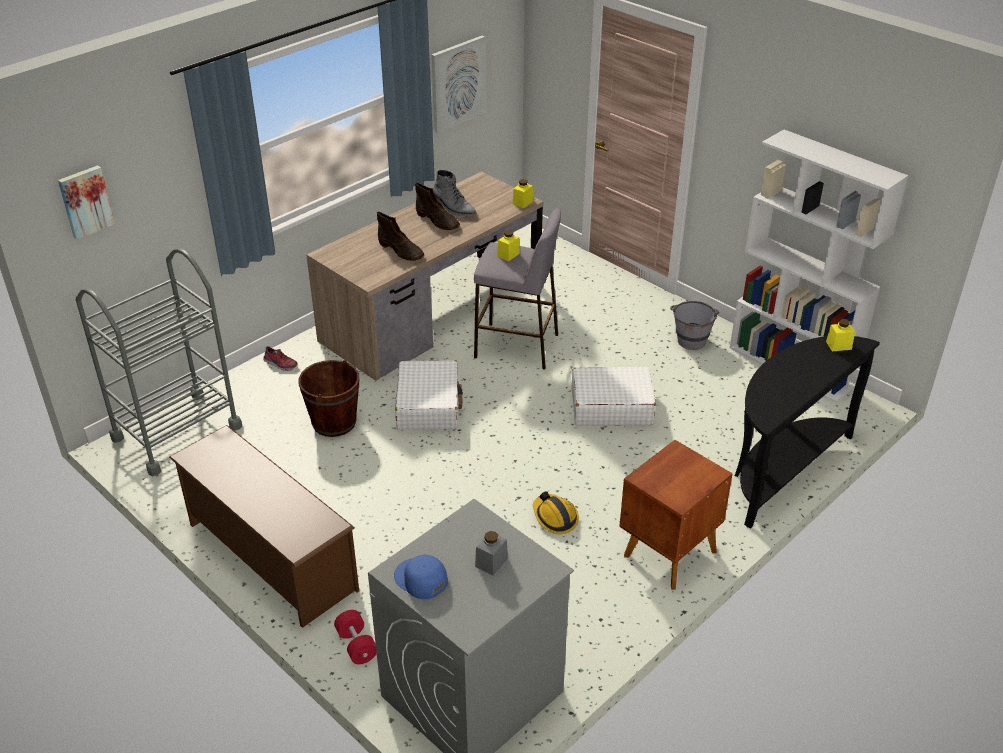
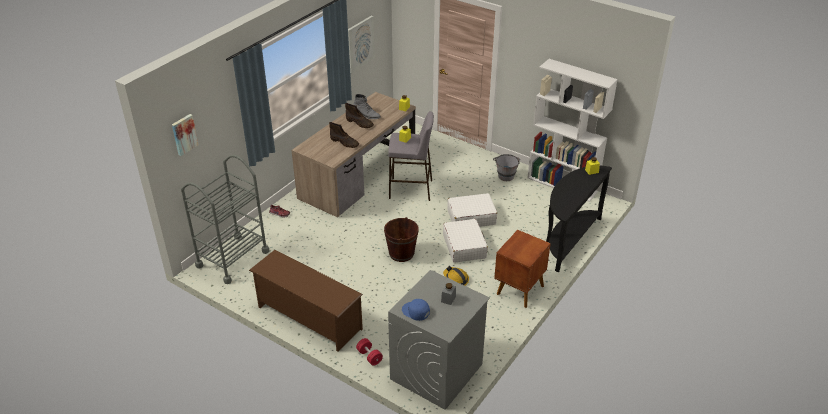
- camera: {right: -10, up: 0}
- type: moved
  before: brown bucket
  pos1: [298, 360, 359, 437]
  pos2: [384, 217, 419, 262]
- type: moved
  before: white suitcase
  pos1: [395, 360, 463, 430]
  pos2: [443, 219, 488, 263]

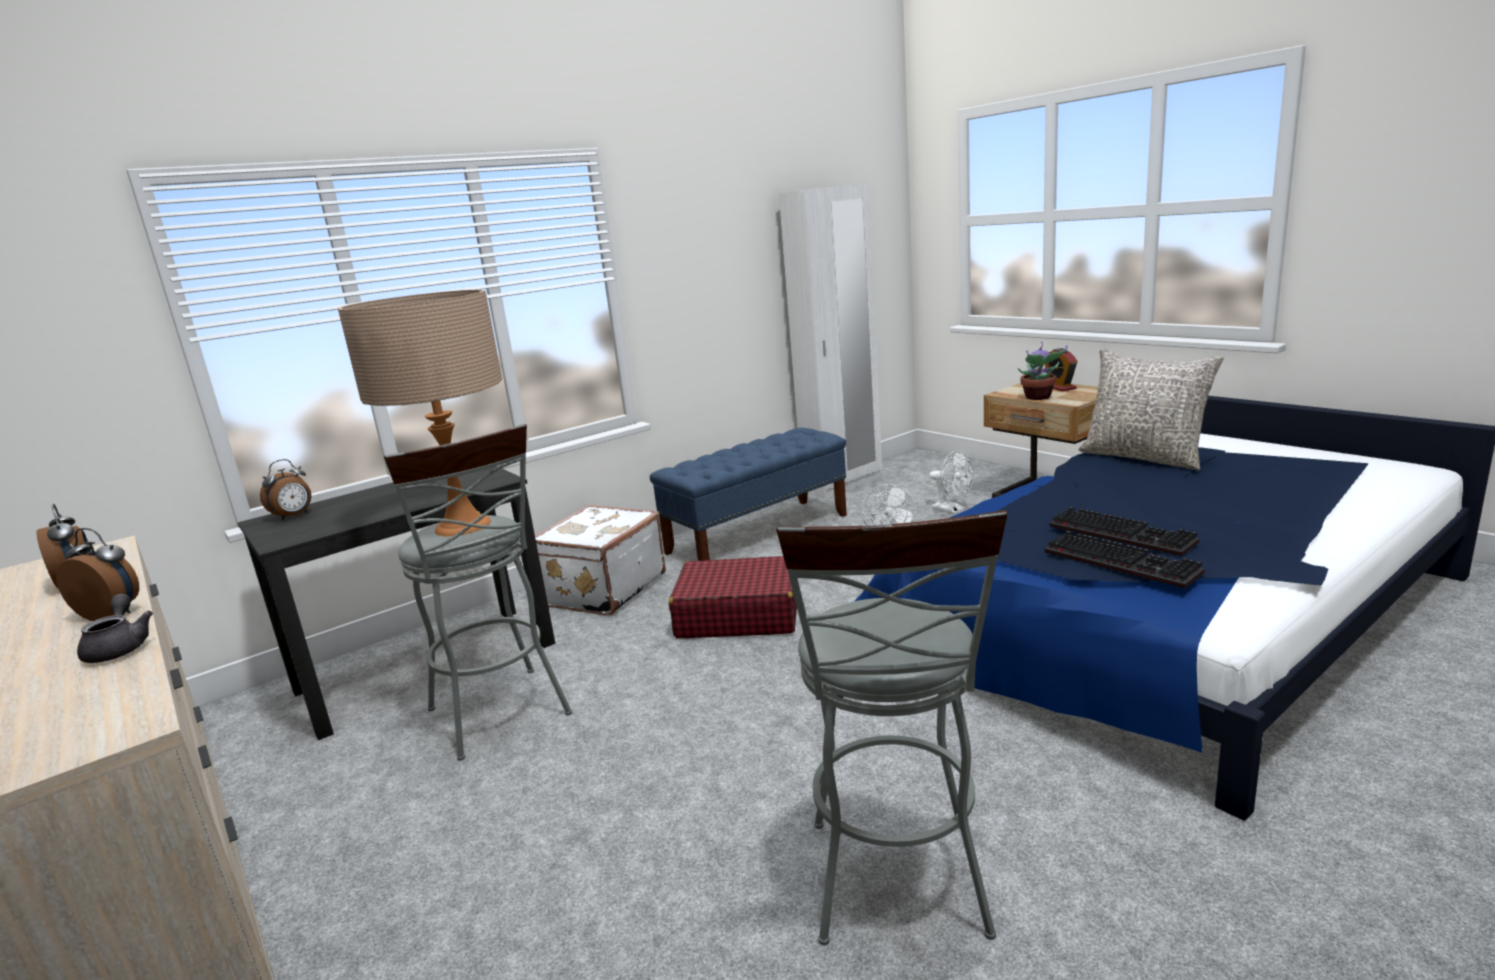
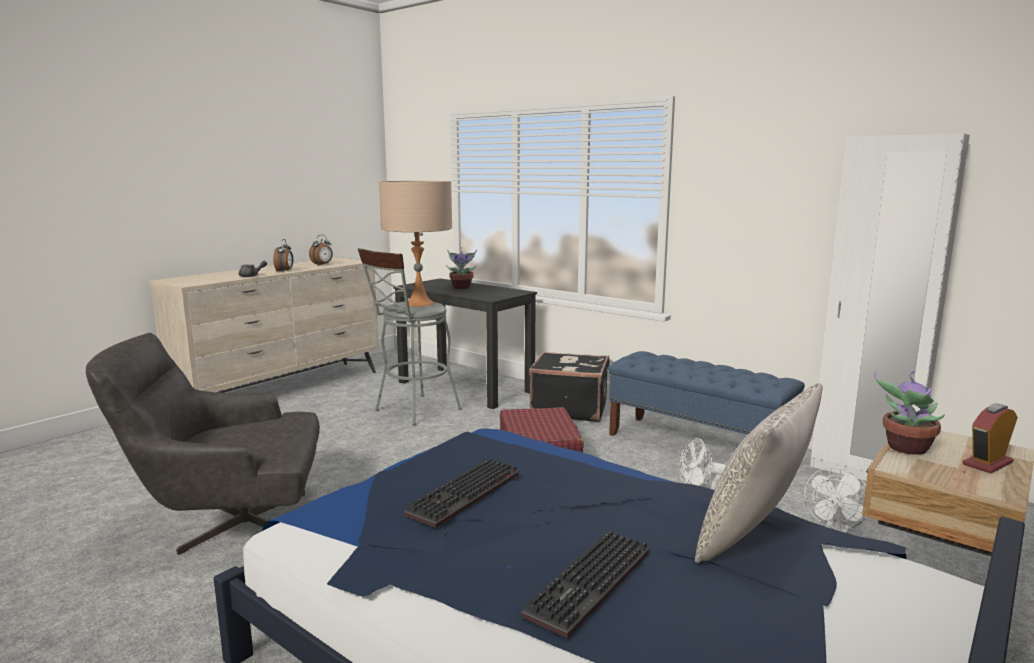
- camera: {right: 75, up: -5}
- type: removed
  before: alarm clock
  pos1: [260, 459, 312, 520]
- type: added
  after: potted plant
  pos2: [446, 247, 477, 289]
- type: moved
  before: keyboard
  pos1: [1045, 531, 1205, 589]
  pos2: [521, 530, 649, 639]
- type: replaced
  before: grey stool
  after: grey armchair
  pos1: [776, 510, 1008, 945]
  pos2: [86, 333, 320, 555]
- type: recoloured
  before: white suitcase
  after: black suitcase
  pos1: [535, 505, 666, 615]
  pos2: [529, 351, 609, 422]

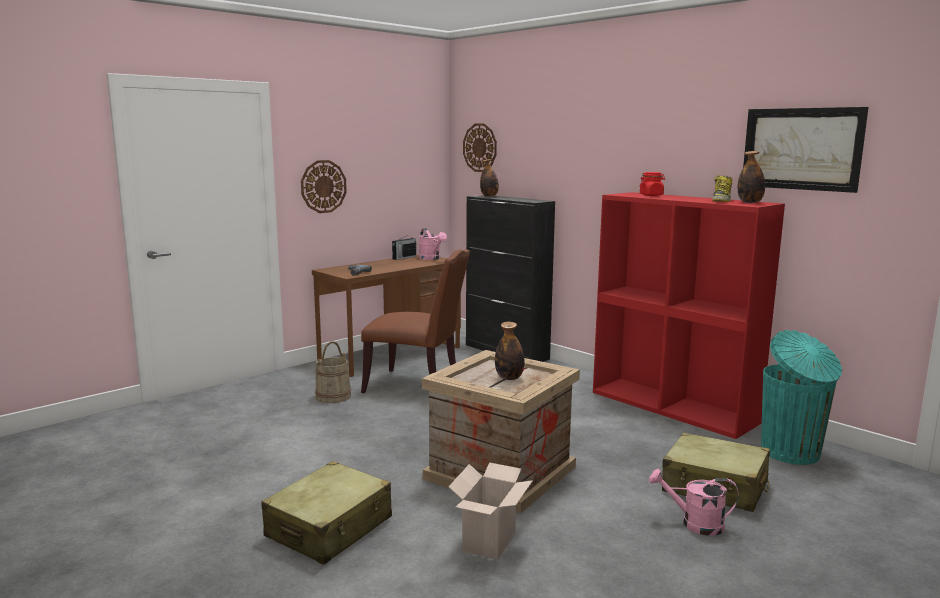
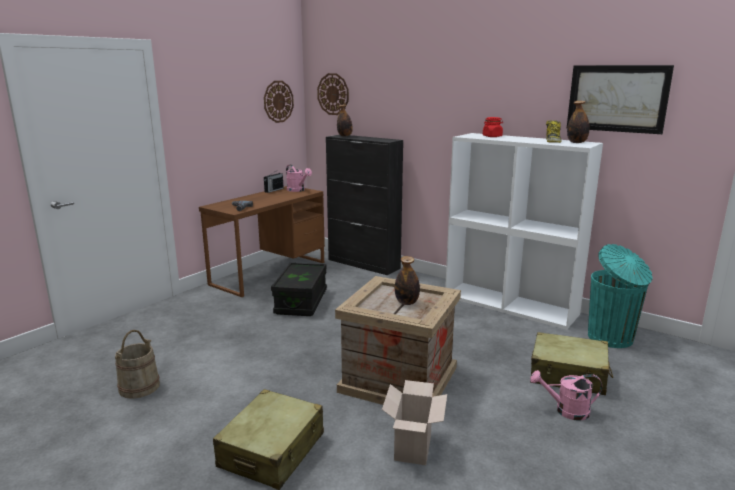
- camera: {right: -10, up: 5}
- type: moved
  before: wall clock
  pos1: [301, 160, 347, 213]
  pos2: [264, 81, 294, 123]
- type: moved
  before: beige bucket
  pos1: [315, 341, 351, 403]
  pos2: [115, 330, 160, 399]
- type: replaced
  before: brown chair
  after: black storage box
  pos1: [361, 249, 470, 393]
  pos2: [271, 262, 327, 316]
- type: recoloured
  before: red bookcase
  after: white bookcase
  pos1: [593, 192, 785, 439]
  pos2: [445, 133, 603, 330]

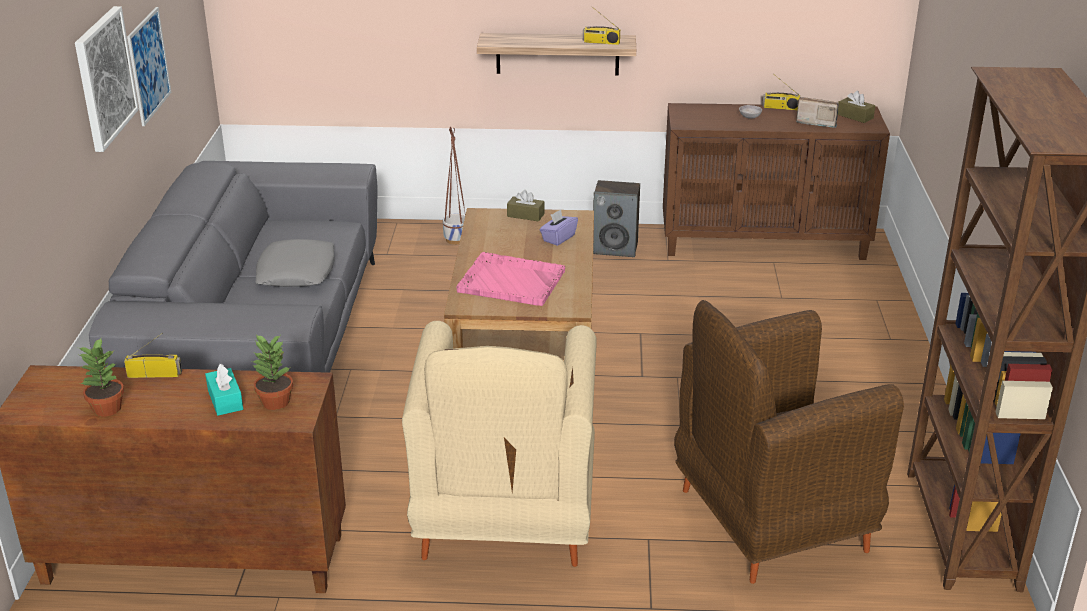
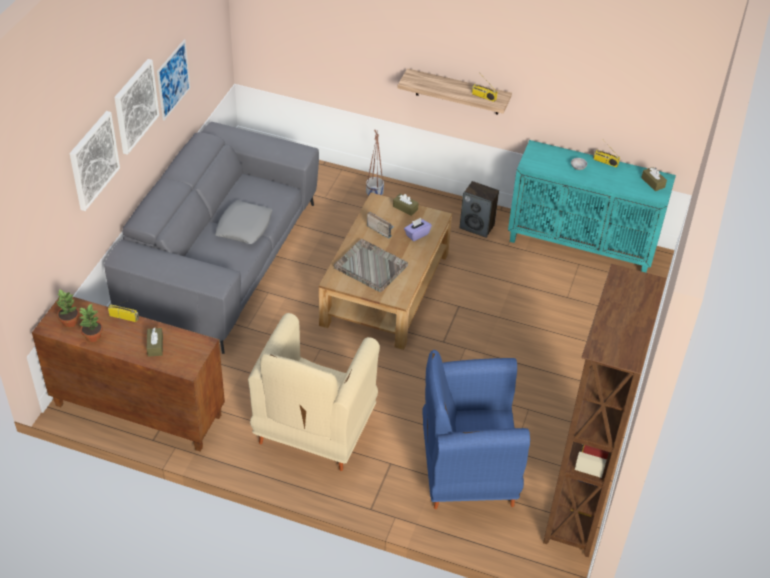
- camera: {right: 15, up: 15}
- type: added
  after: picture
  pos2: [70, 111, 120, 211]
- type: moved
  before: potted plant
  pos1: [252, 334, 293, 410]
  pos2: [57, 289, 79, 328]
- type: moved
  before: radio
  pos1: [796, 97, 839, 128]
  pos2: [367, 212, 394, 238]
- type: recoloured
  before: turquoise tissue box
  after: brown tissue box
  pos1: [205, 364, 243, 416]
  pos2: [147, 328, 163, 357]
- type: recoloured
  before: pink tray
  after: grey tray
  pos1: [456, 252, 565, 306]
  pos2: [334, 239, 408, 292]
- type: recoloured
  before: brown cabinet
  after: turquoise cabinet
  pos1: [663, 103, 890, 260]
  pos2: [508, 140, 676, 273]
- type: recoloured
  before: brown armchair
  after: blue armchair
  pos1: [674, 300, 904, 584]
  pos2: [422, 350, 530, 509]

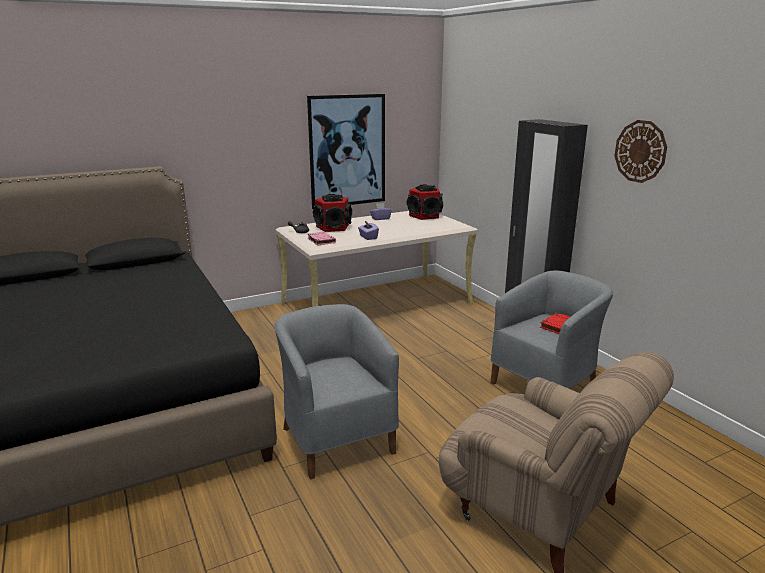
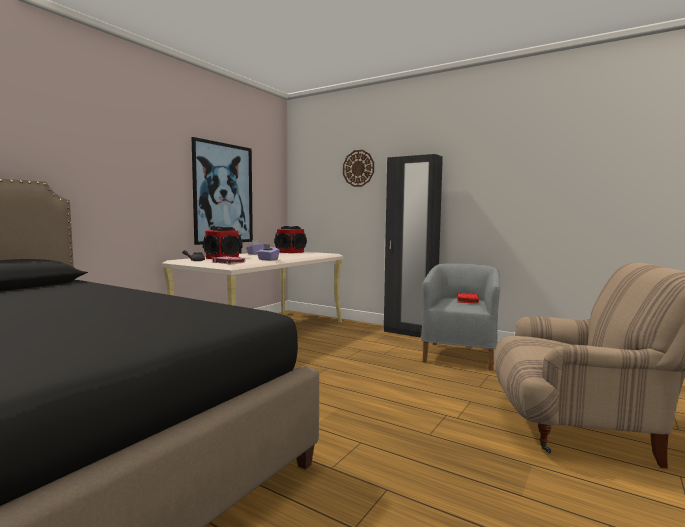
- camera: {right: -30, up: -15}
- type: removed
  before: grey armchair
  pos1: [274, 304, 399, 479]
- type: moved
  before: wall clock
  pos1: [614, 120, 667, 183]
  pos2: [343, 150, 374, 187]

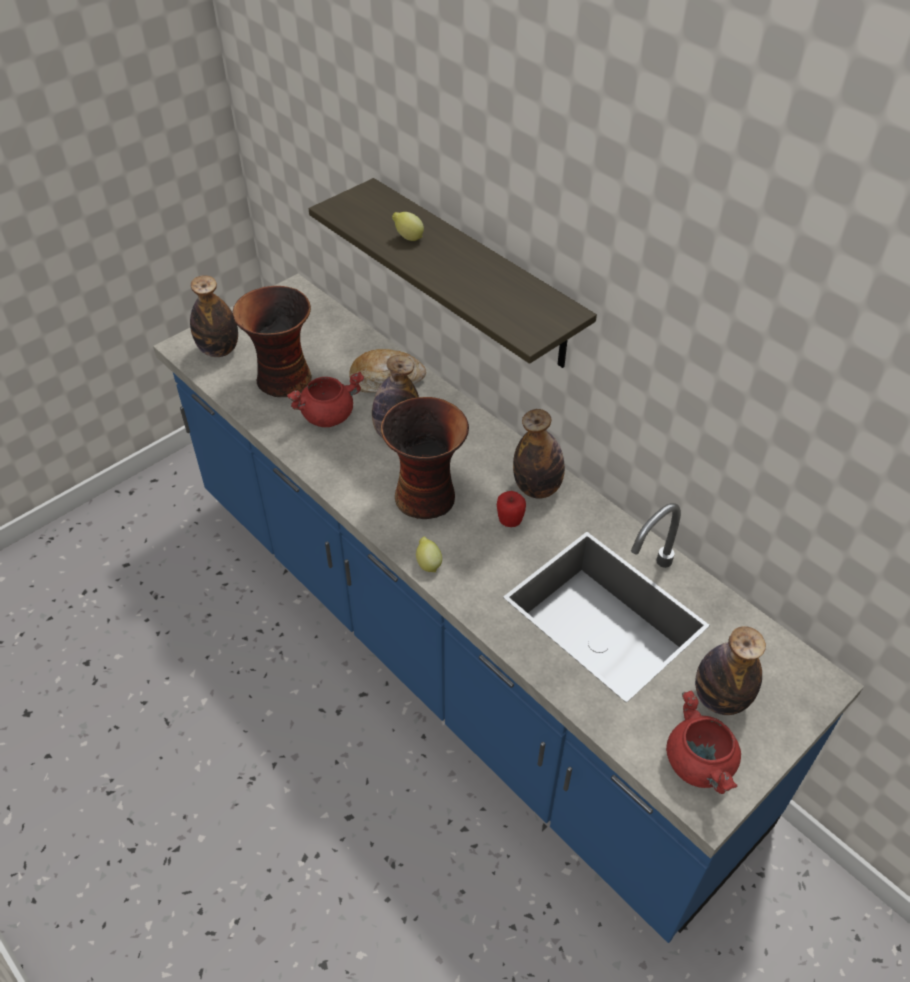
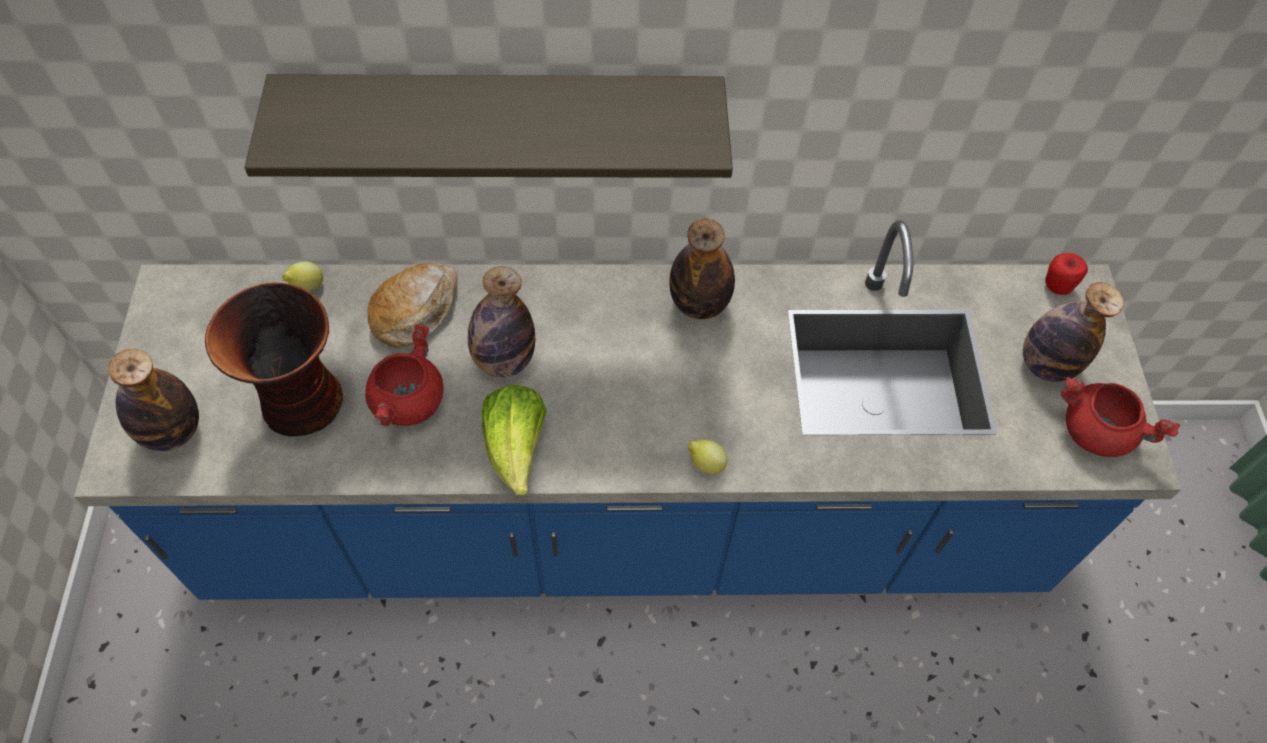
- camera: {right: -50, up: 10}
- type: removed
  before: vase
  pos1: [381, 397, 469, 519]
- type: added
  after: lettuce
  pos2: [481, 385, 547, 496]
- type: moved
  before: lemon
  pos1: [392, 212, 424, 241]
  pos2: [282, 261, 323, 291]
- type: moved
  before: apple
  pos1: [497, 491, 526, 527]
  pos2: [1045, 253, 1088, 295]

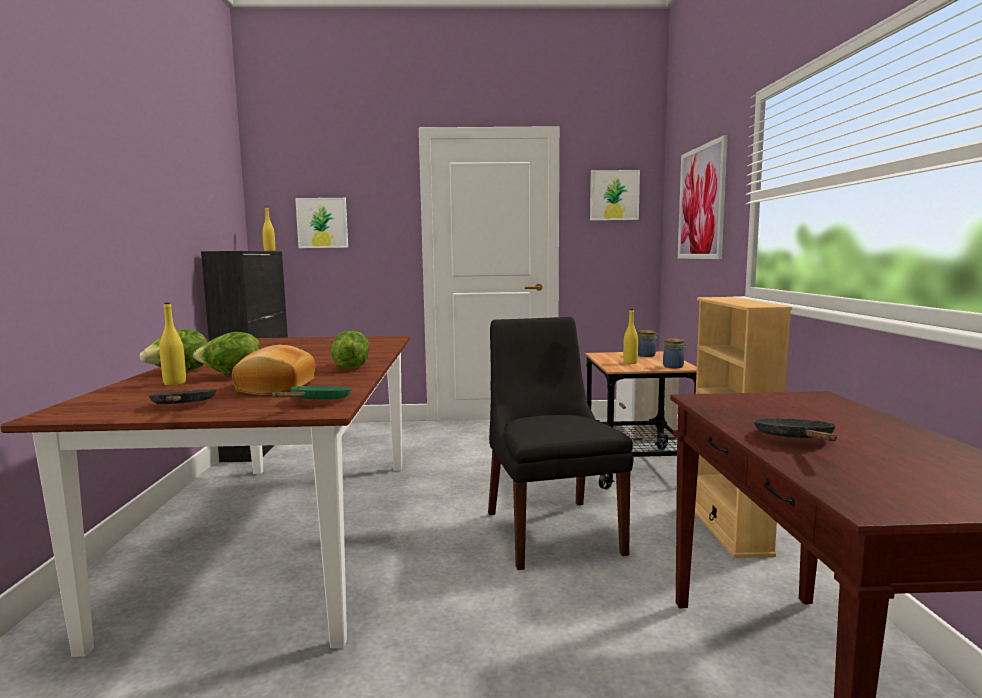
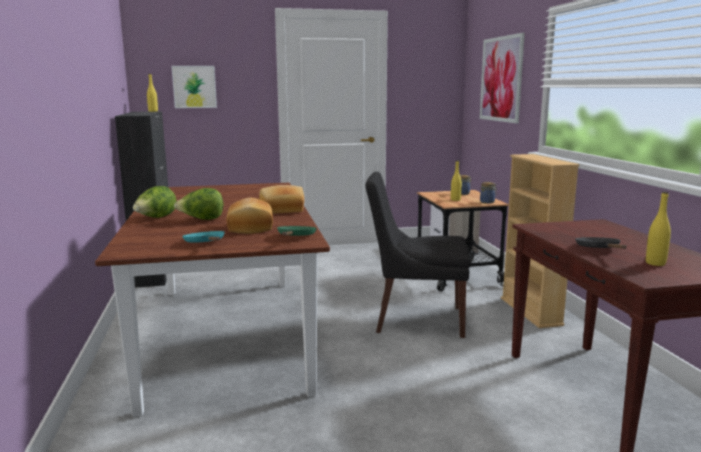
- camera: {right: -10, up: 5}
- type: removed
  before: picture
  pos1: [590, 170, 640, 221]
- type: moved
  before: yellow bottle
  pos1: [160, 302, 186, 386]
  pos2: [646, 191, 671, 266]
- type: replaced
  before: lettuce
  after: bread
  pos1: [331, 331, 369, 369]
  pos2: [259, 185, 304, 213]
- type: recoloured
  before: black frying pan
  after: turquoise frying pan
  pos1: [148, 389, 217, 404]
  pos2: [183, 231, 225, 243]
- type: turned
  before: black chair
  pos1: [488, 317, 634, 570]
  pos2: [365, 172, 471, 338]
  turn: -60

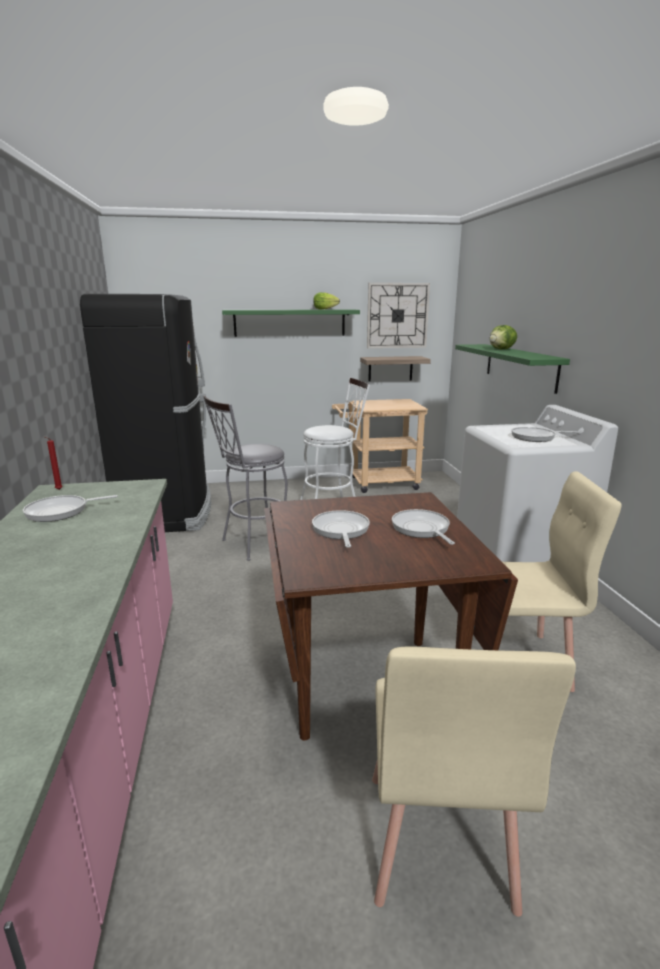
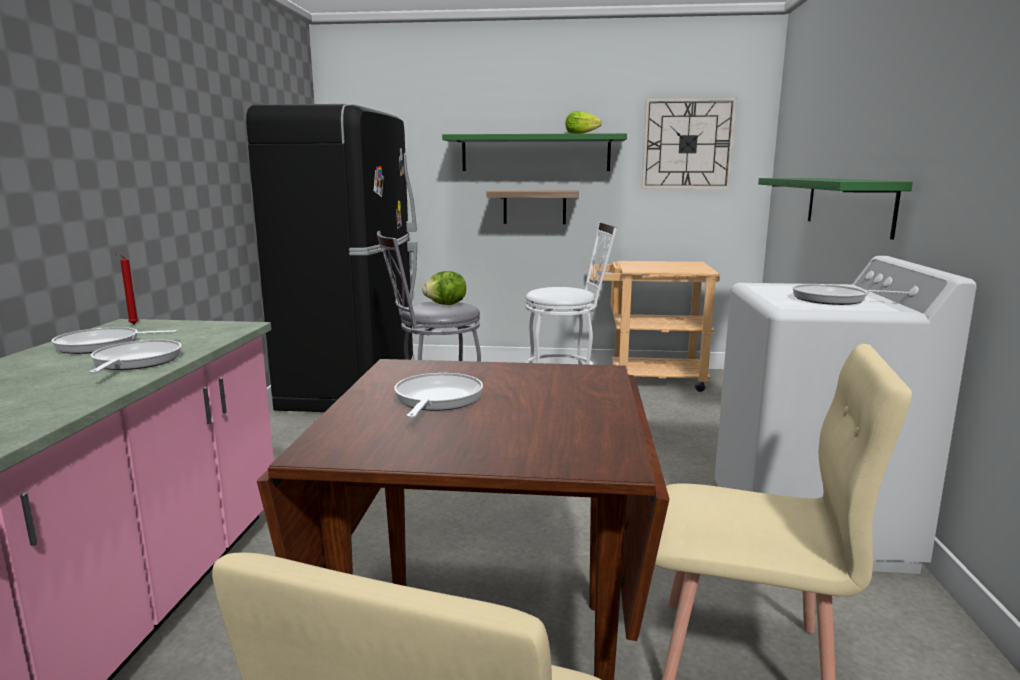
- camera: {right: 15, up: -5}
- type: moved
  before: shelf
  pos1: [360, 356, 431, 382]
  pos2: [486, 190, 579, 224]
- type: moved
  before: frying pan
  pos1: [392, 509, 455, 545]
  pos2: [89, 340, 182, 374]
- type: moved
  before: lettuce
  pos1: [490, 325, 517, 349]
  pos2: [422, 271, 466, 305]

